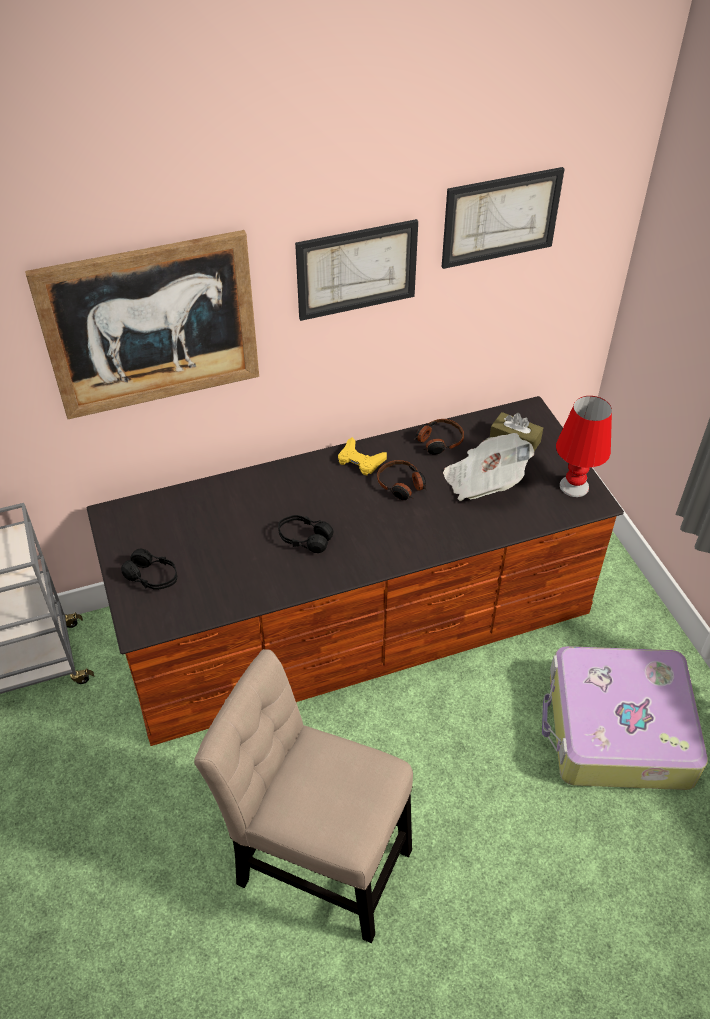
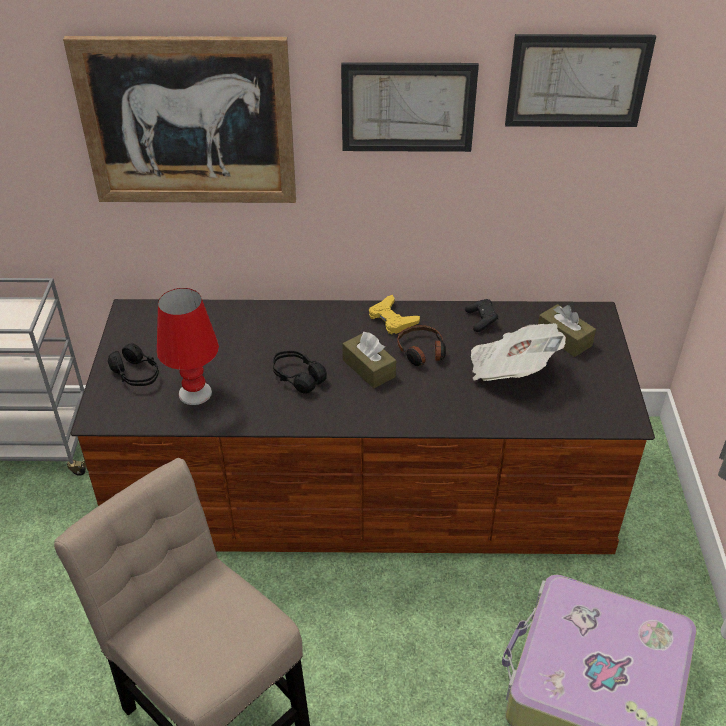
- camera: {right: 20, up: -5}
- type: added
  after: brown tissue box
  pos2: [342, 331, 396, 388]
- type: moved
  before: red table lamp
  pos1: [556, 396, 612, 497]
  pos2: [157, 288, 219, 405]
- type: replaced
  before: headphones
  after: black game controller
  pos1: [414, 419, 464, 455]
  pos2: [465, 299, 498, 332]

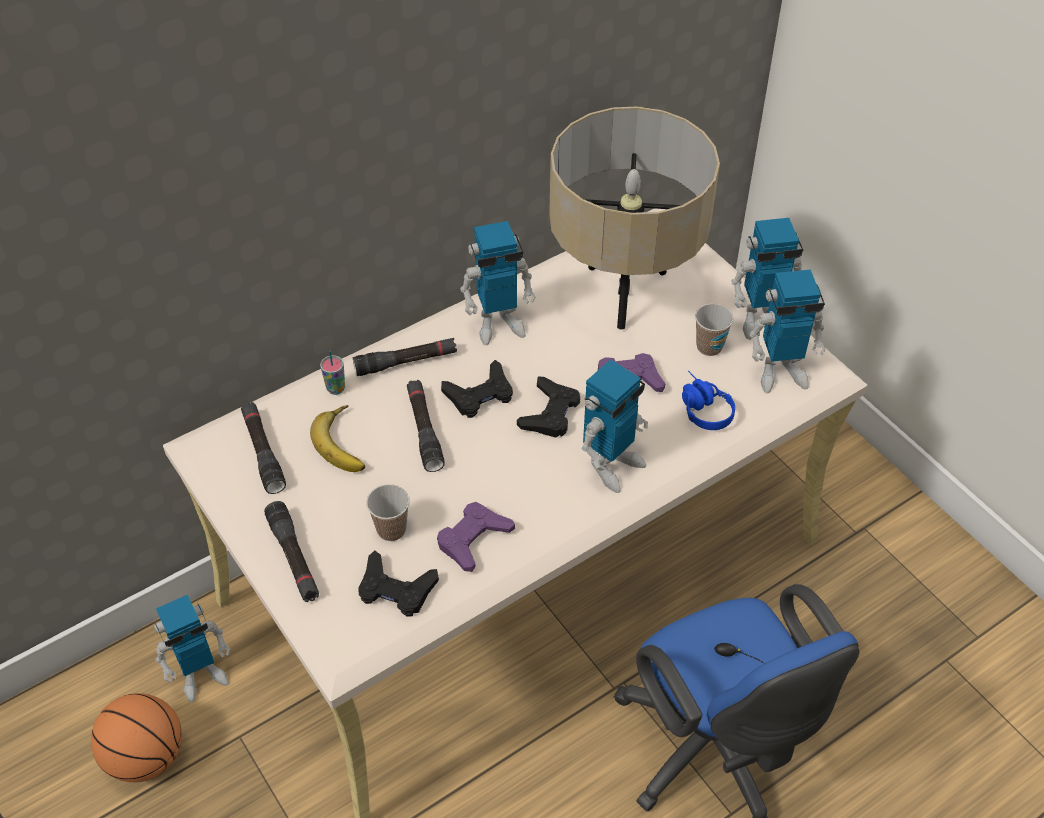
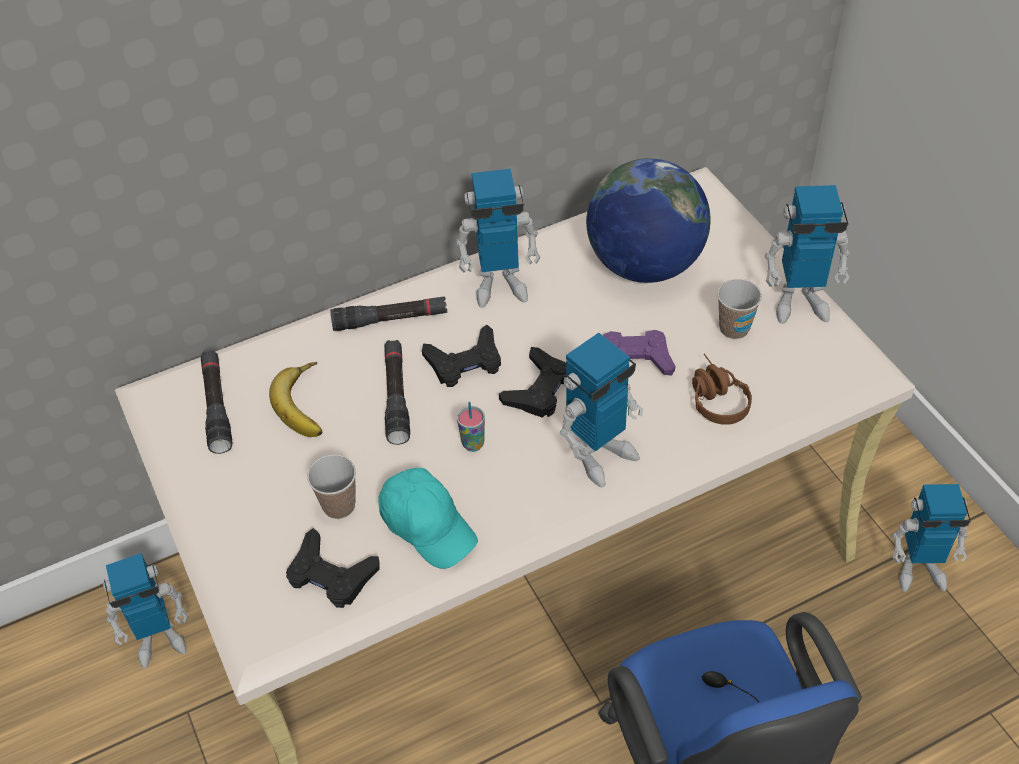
- camera: {right: 10, up: 0}
- type: removed
  before: basketball
  pos1: [91, 693, 182, 782]
- type: removed
  before: black flashlight
  pos1: [264, 501, 319, 602]
- type: moved
  before: cup
  pos1: [320, 350, 345, 395]
  pos2: [457, 402, 485, 452]
- type: moved
  before: toy robot
  pos1: [750, 270, 826, 394]
  pos2: [892, 484, 971, 592]
- type: replaced
  before: purple game controller
  after: turquoise cap
  pos1: [437, 502, 515, 572]
  pos2: [378, 468, 478, 569]
- type: replaced
  before: beige table lamp
  after: globe
  pos1: [549, 106, 720, 329]
  pos2: [586, 158, 710, 283]
- type: recoloured
  before: blue headphones
  after: brown headphones
  pos1: [682, 371, 735, 430]
  pos2: [692, 354, 752, 425]

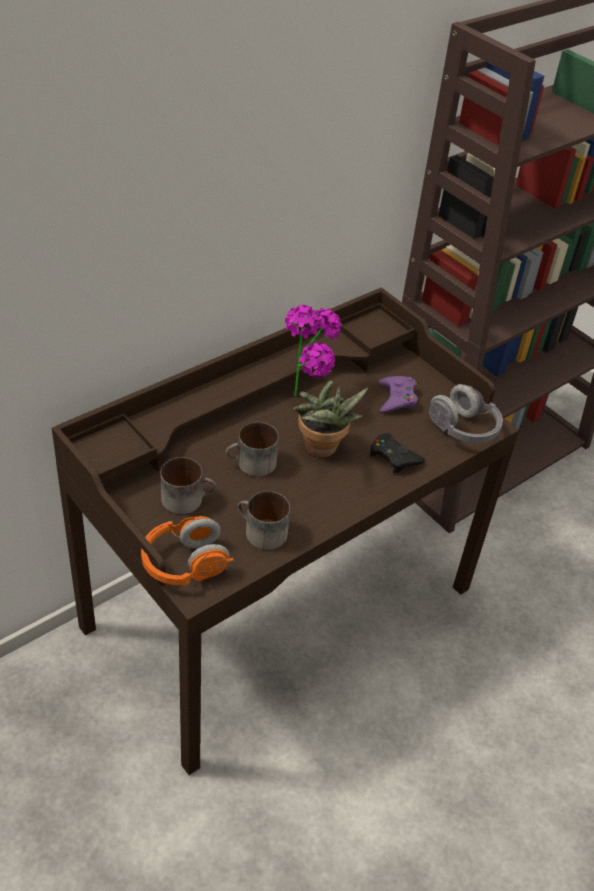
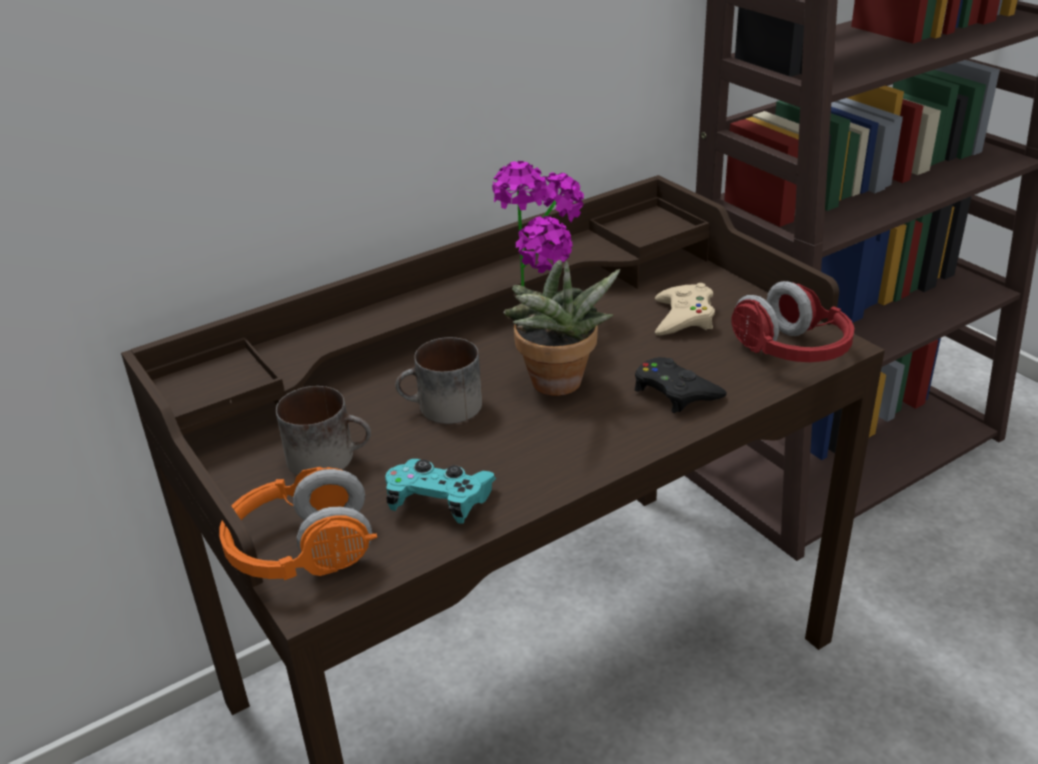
- camera: {right: 10, up: -10}
- type: replaced
  before: mug
  after: turquoise game controller
  pos1: [238, 491, 290, 550]
  pos2: [385, 459, 496, 524]
- type: recoloured
  before: purple game controller
  after: beige game controller
  pos1: [378, 376, 418, 413]
  pos2: [655, 283, 715, 335]
- type: recoloured
  before: grey headphones
  after: red headphones
  pos1: [429, 384, 503, 443]
  pos2: [731, 281, 854, 362]

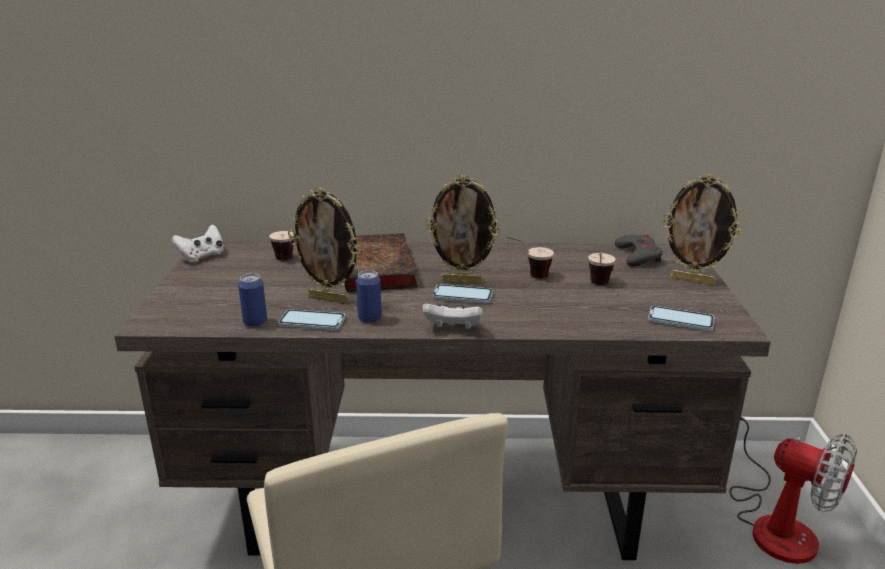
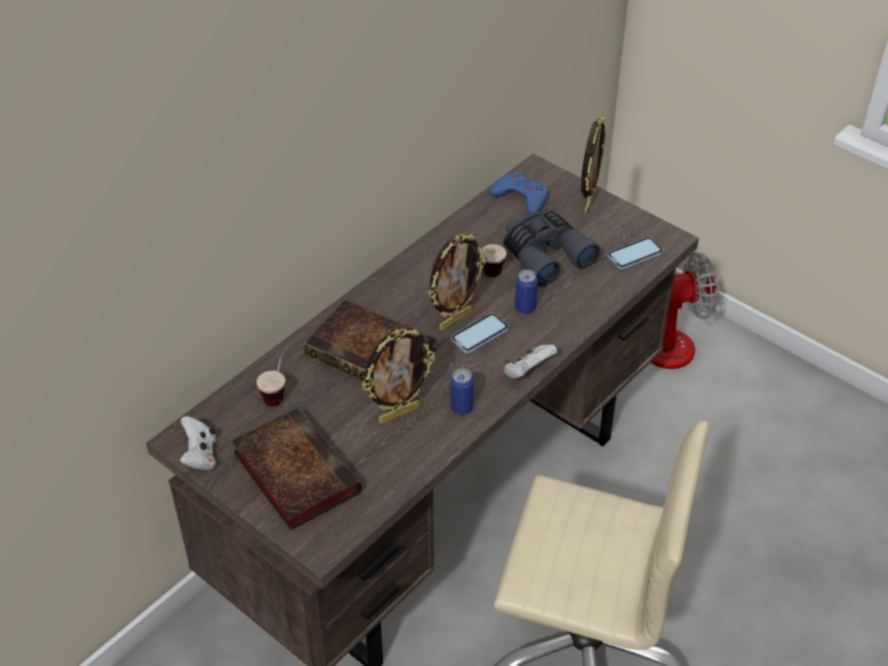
- camera: {right: -50, up: 20}
- type: removed
  before: phone
  pos1: [278, 309, 345, 330]
- type: added
  after: book
  pos2: [232, 408, 362, 530]
- type: moved
  before: can
  pos1: [238, 273, 267, 327]
  pos2: [515, 270, 538, 314]
- type: replaced
  before: cup
  after: grey binoculars
  pos1: [588, 252, 616, 285]
  pos2: [503, 210, 600, 287]
- type: recoloured
  before: grey game controller
  after: blue game controller
  pos1: [615, 235, 663, 267]
  pos2: [489, 173, 548, 213]
- type: turned
  before: picture frame
  pos1: [662, 174, 742, 285]
  pos2: [581, 117, 606, 215]
  turn: -45

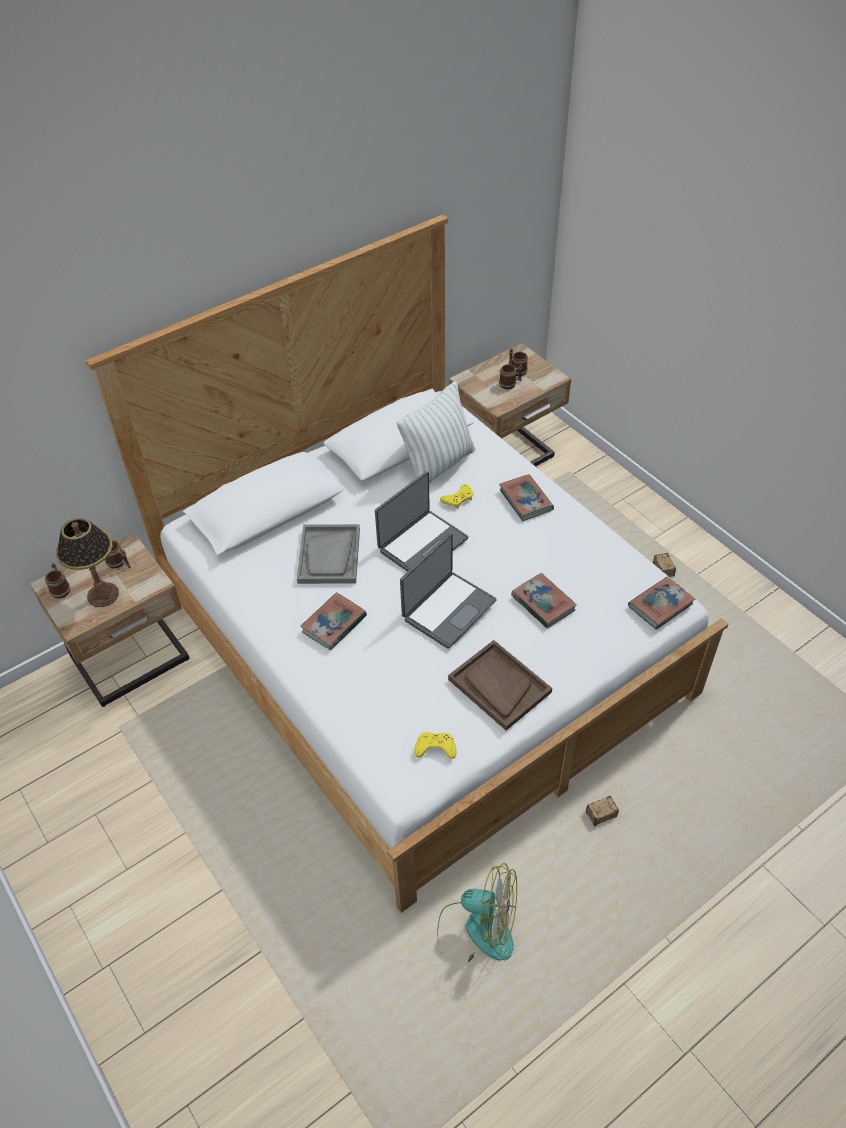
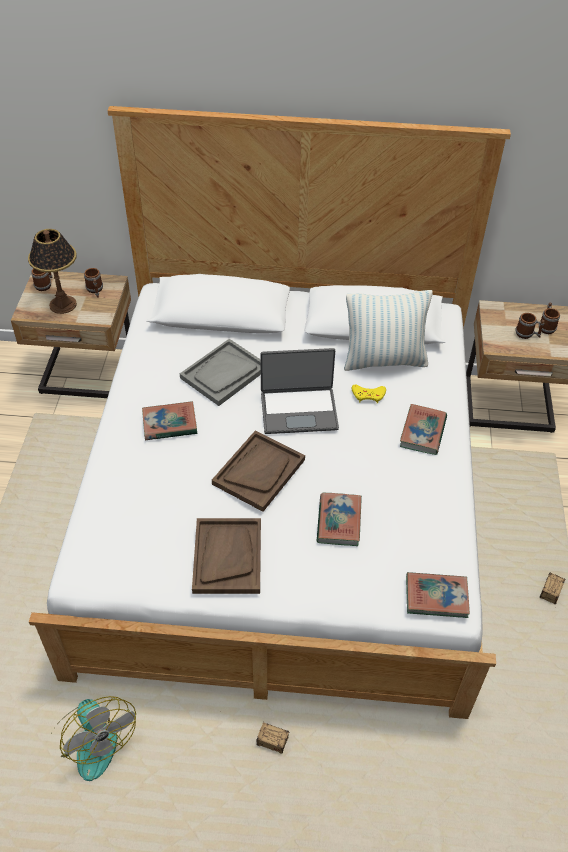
- camera: {right: 40, up: 0}
- type: removed
  before: yellow game controller
  pos1: [414, 732, 457, 759]
- type: replaced
  before: laptop
  after: brown tray
  pos1: [400, 533, 497, 649]
  pos2: [212, 431, 305, 512]

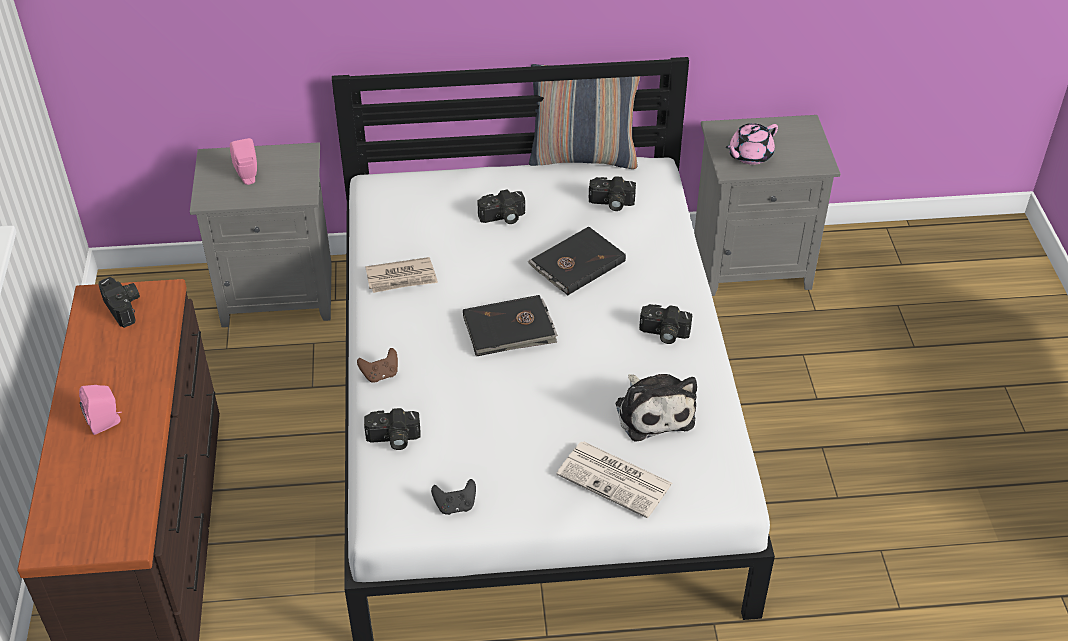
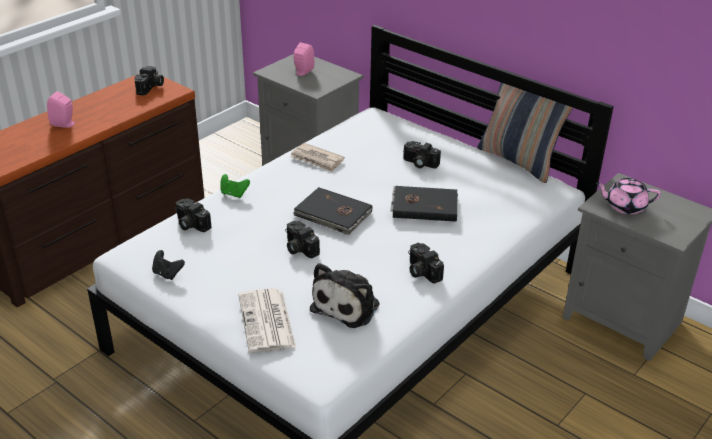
- camera: {right: 45, up: -10}
- type: moved
  before: photo camera
  pos1: [589, 176, 636, 211]
  pos2: [285, 221, 320, 258]
- type: recoloured
  before: brown game controller
  after: green game controller
  pos1: [357, 348, 398, 382]
  pos2: [220, 174, 250, 198]

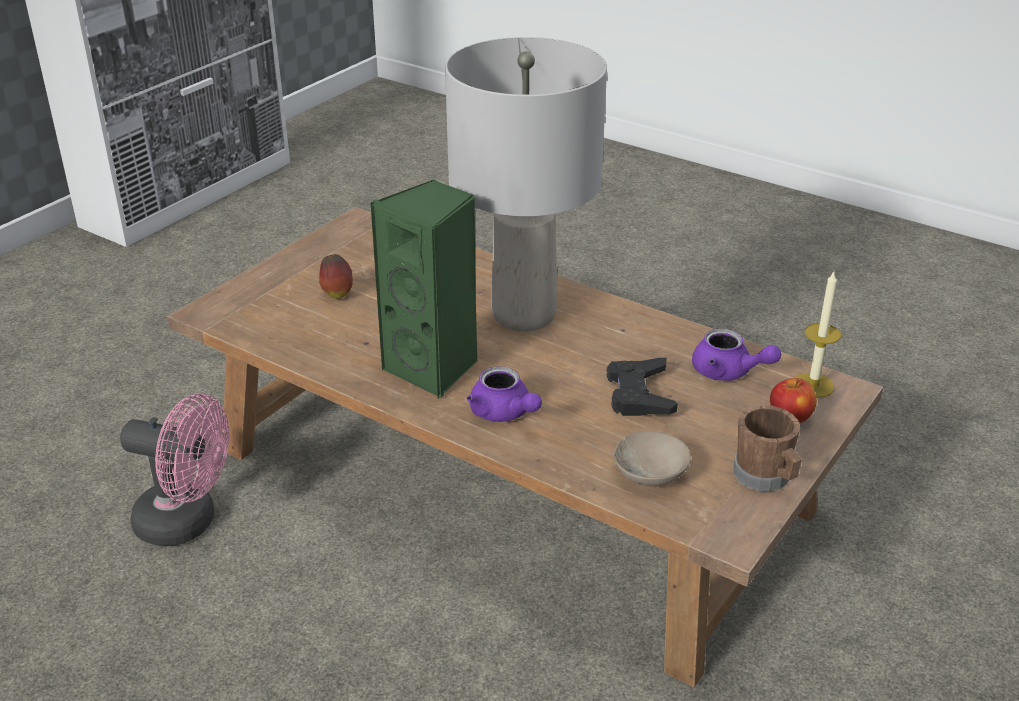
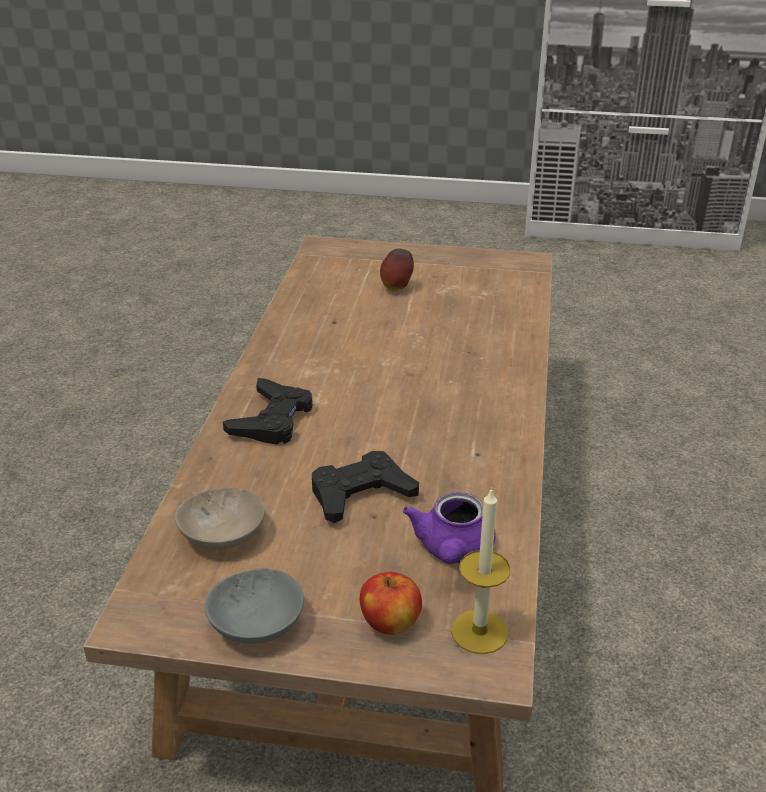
- camera: {right: 65, up: 0}
- type: removed
  before: pink fan
  pos1: [120, 393, 229, 546]
- type: removed
  before: green speaker
  pos1: [369, 179, 478, 398]
- type: removed
  before: grey table lamp
  pos1: [445, 37, 607, 332]
- type: replaced
  before: purple teapot
  after: black game controller
  pos1: [467, 366, 542, 422]
  pos2: [223, 378, 313, 445]
- type: replaced
  before: brown mug
  after: grey bowl
  pos1: [733, 405, 802, 492]
  pos2: [204, 568, 304, 644]

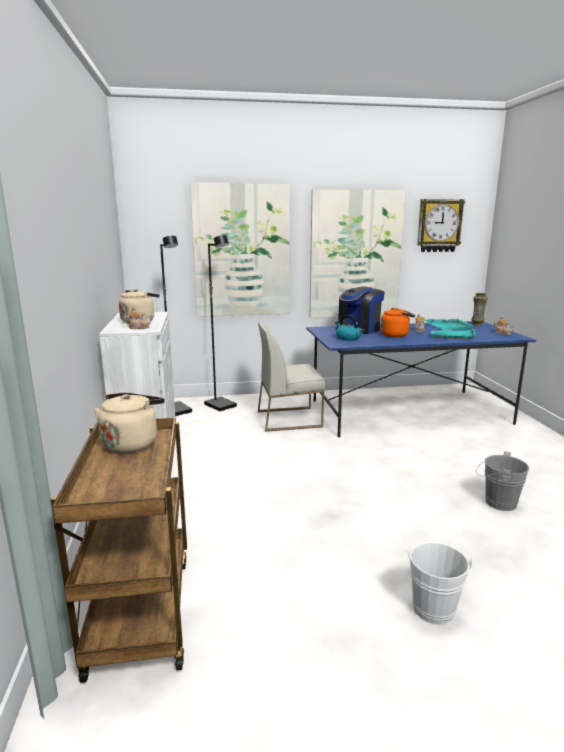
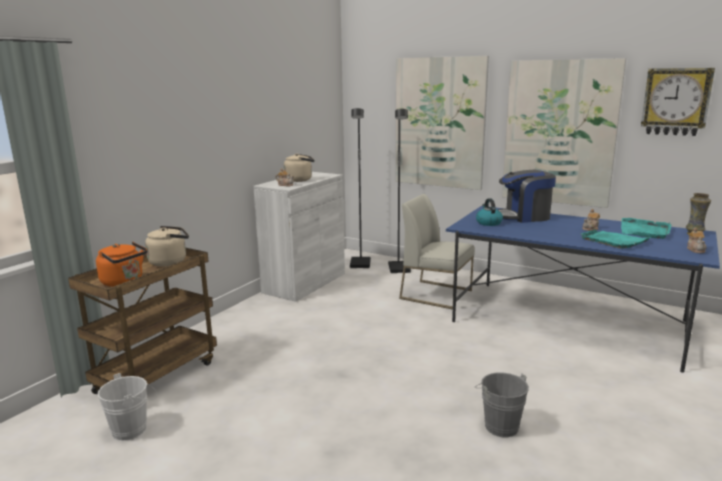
- camera: {right: 40, up: 0}
- type: moved
  before: orange kettle
  pos1: [380, 308, 415, 337]
  pos2: [96, 242, 147, 287]
- type: moved
  before: white bucket
  pos1: [407, 542, 473, 625]
  pos2: [98, 373, 157, 441]

